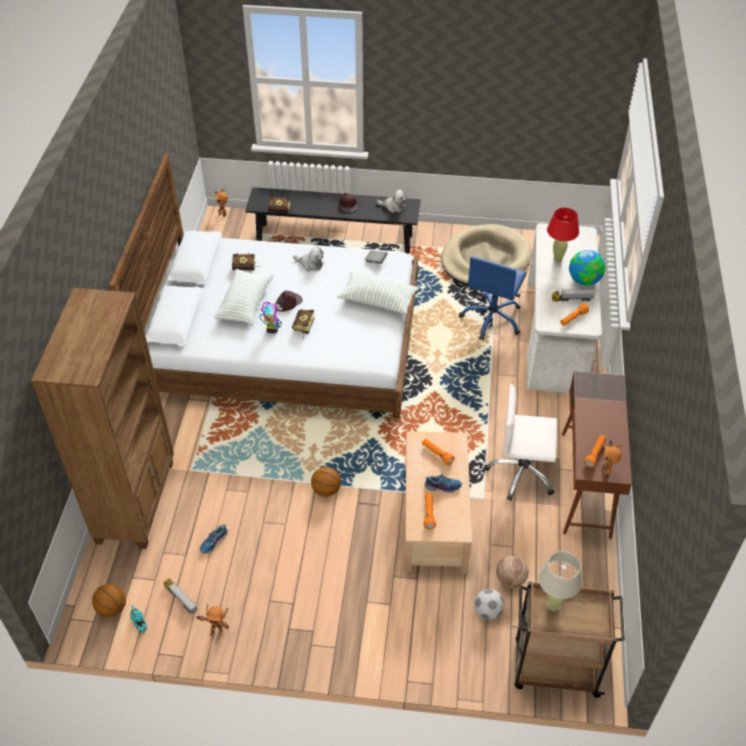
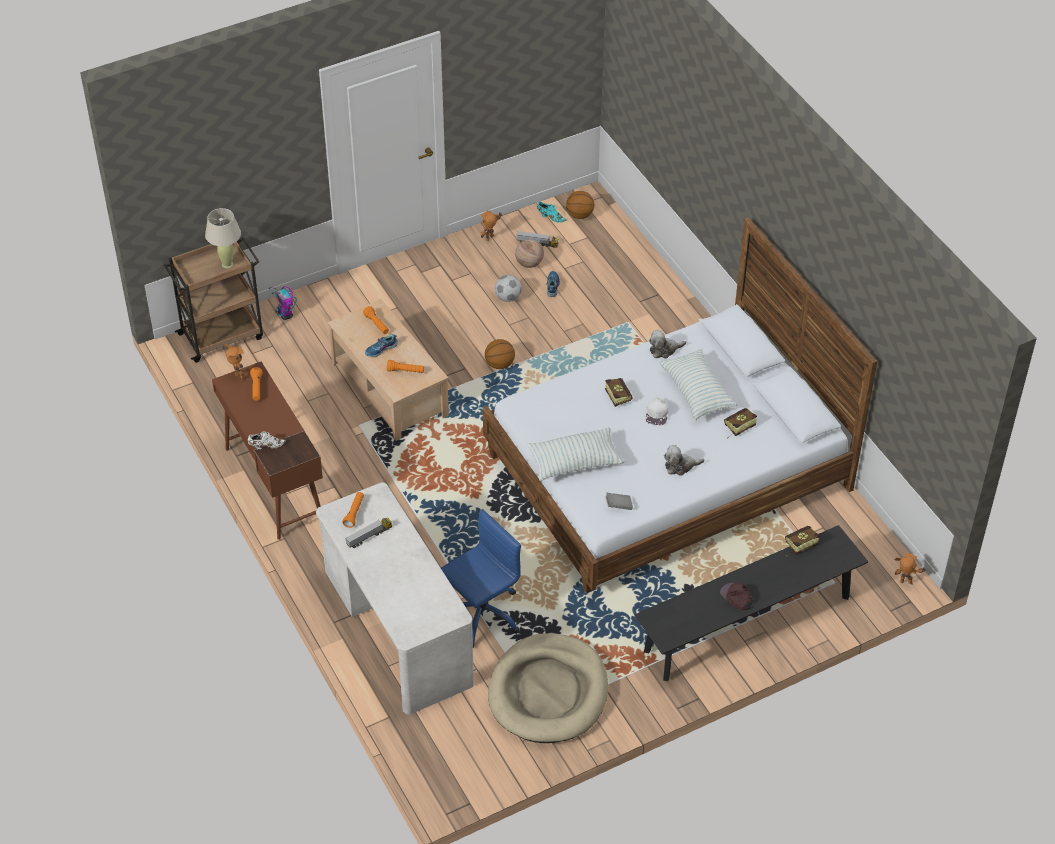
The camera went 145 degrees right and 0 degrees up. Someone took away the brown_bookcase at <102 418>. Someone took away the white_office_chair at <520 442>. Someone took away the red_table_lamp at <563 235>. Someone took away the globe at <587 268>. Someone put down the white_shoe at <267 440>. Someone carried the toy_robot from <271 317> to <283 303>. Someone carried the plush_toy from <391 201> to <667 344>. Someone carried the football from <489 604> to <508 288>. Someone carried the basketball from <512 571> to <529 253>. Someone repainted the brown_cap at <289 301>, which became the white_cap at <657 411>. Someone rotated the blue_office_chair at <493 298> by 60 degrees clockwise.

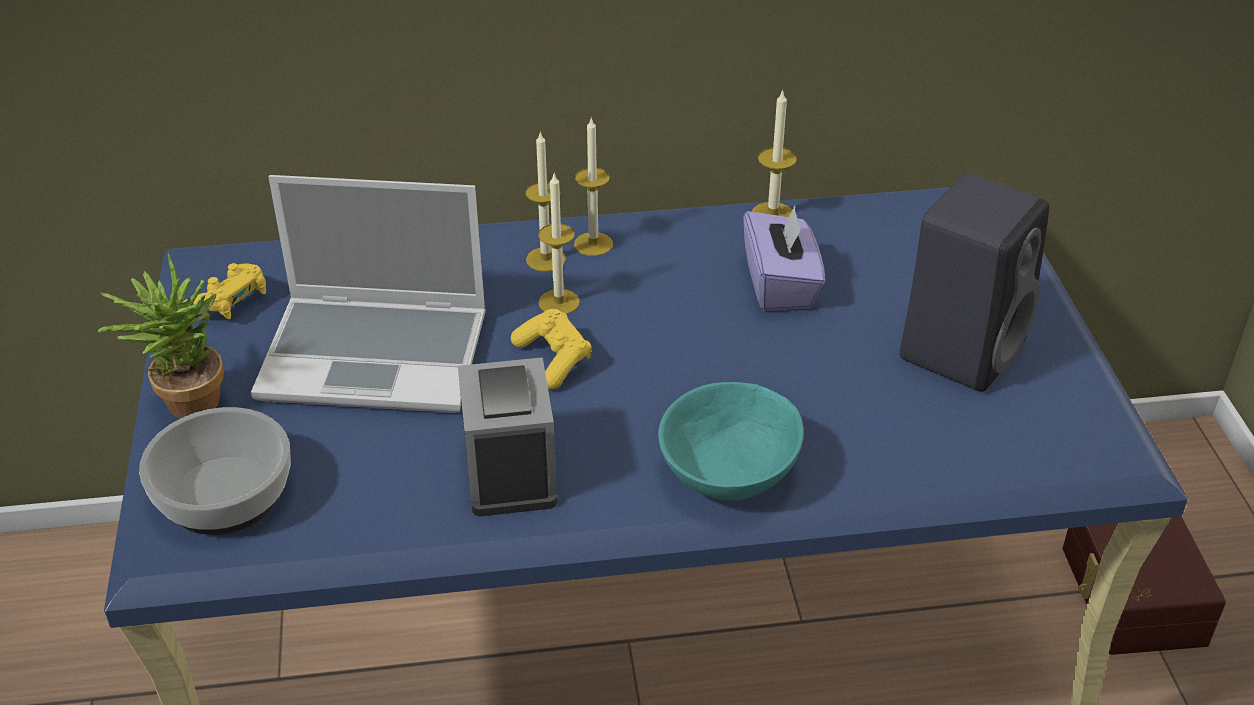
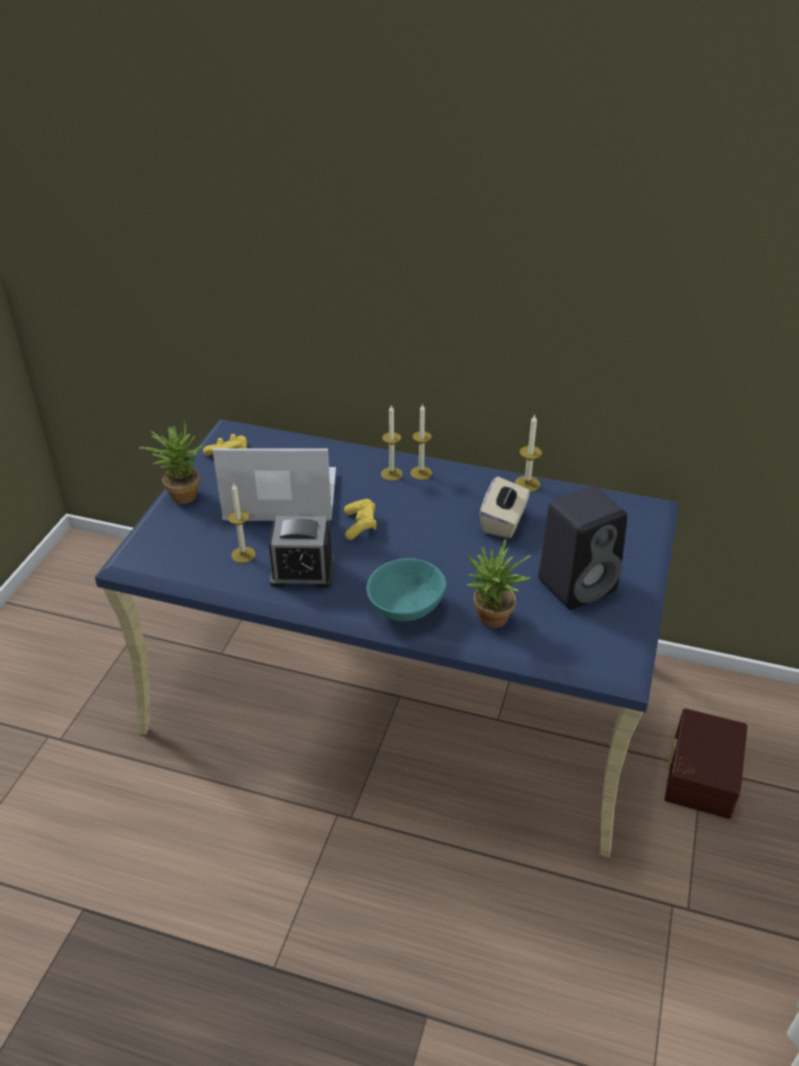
The camera went 25 degrees right and 0 degrees up. Someone took away the bowl at <215 471>. Someone put down the potted_plant at <499 583>. Someone carried the candle from <559 244> to <242 523>. Someone repainted the purple_tissue_box at <784 258>, which became the beige_tissue_box at <505 507>. Someone rotated the laptop at <368 294> by 150 degrees clockwise. Someone rotated the alarm_clock at <508 437> by 75 degrees clockwise.

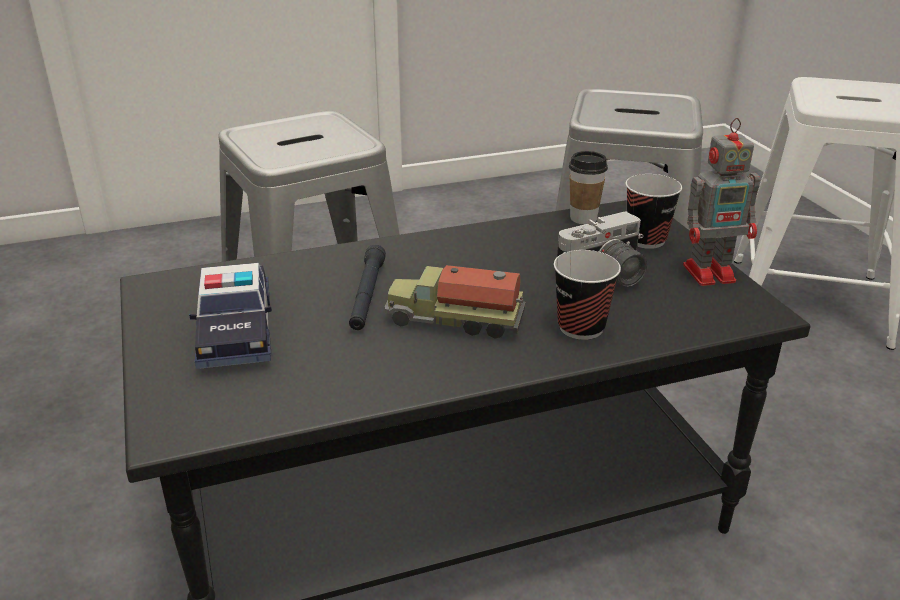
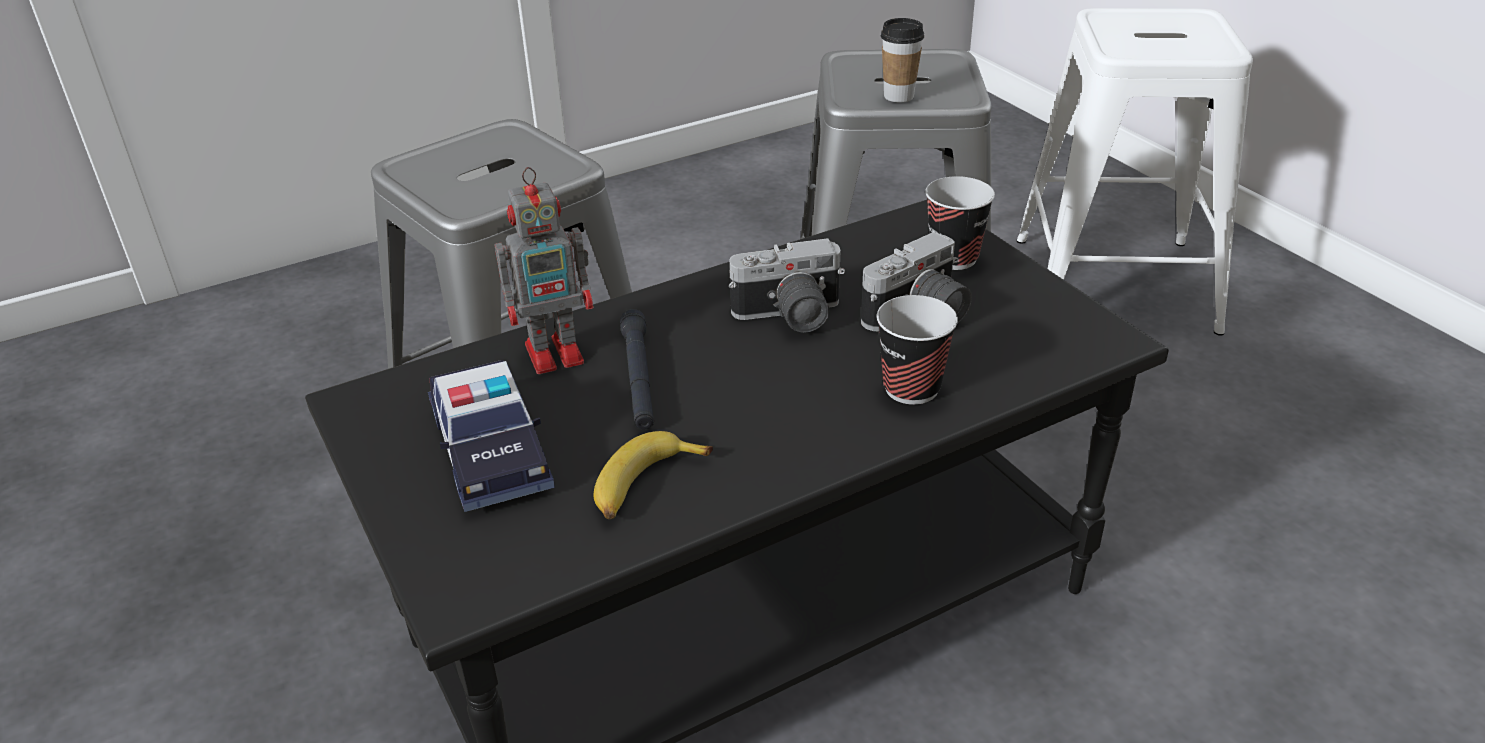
The camera went 10 degrees left and 5 degrees up. Someone took away the toy_truck at <455 302>. Someone put down the banana at <653 475>. Someone put down the photo_camera at <787 285>. Someone carried the cup from <588 187> to <902 60>. Someone carried the toy_robot from <721 202> to <544 270>.

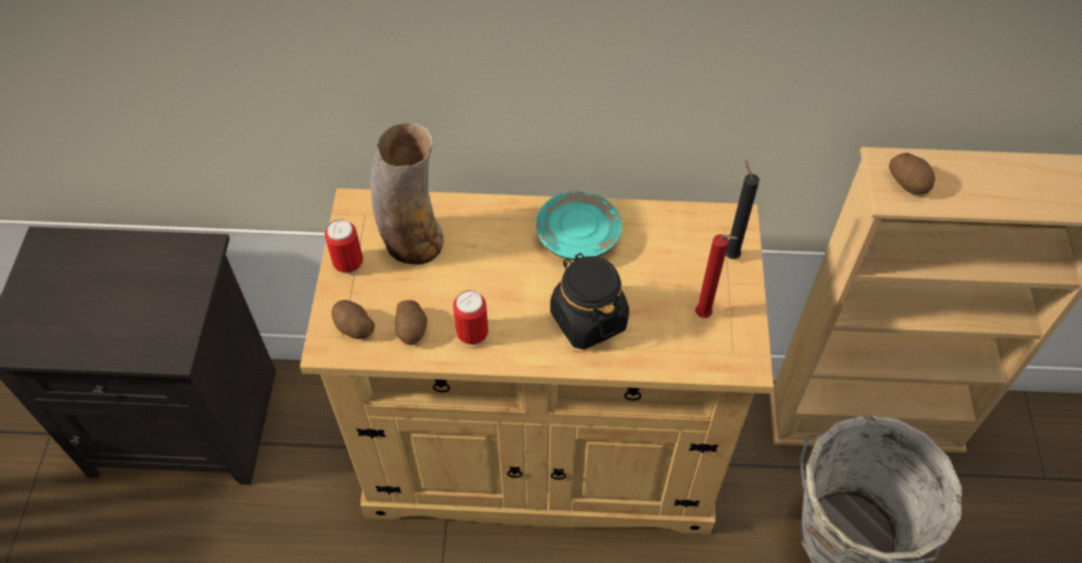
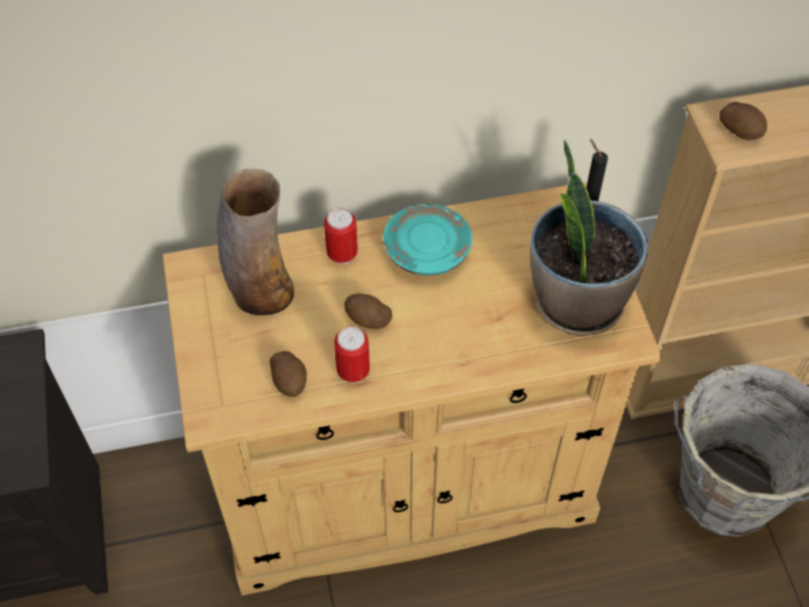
The camera went 15 degrees left and 0 degrees up. Someone took away the black_jar at <589 301>. Someone carried the can from <344 246> to <341 236>. Someone carried the potato from <353 319> to <368 311>. Someone swapped the red_candle at <716 276> for the potted_plant at <589 238>.

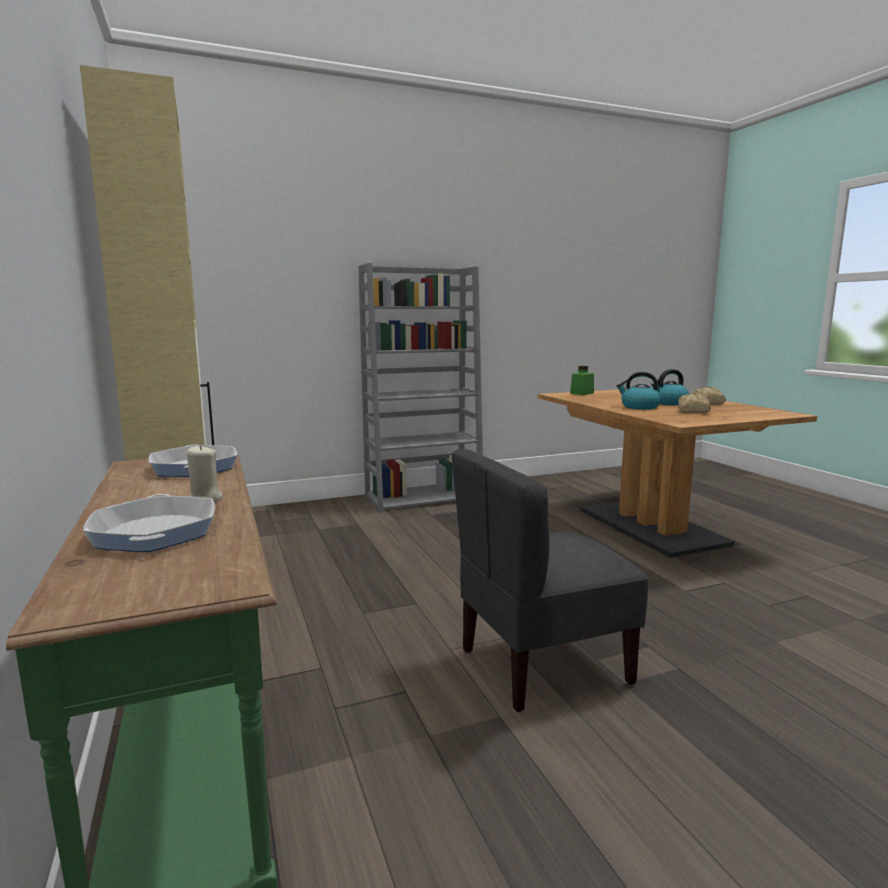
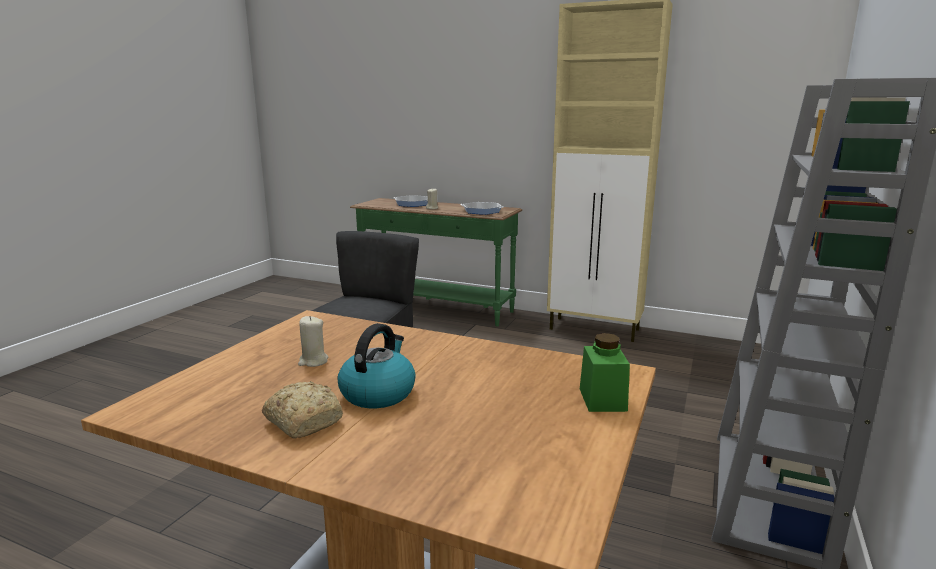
The camera went 135 degrees right and 5 degrees up. Someone took away the kettle at <639 391>. Someone swapped the bread at <694 403> for the beige_candle at <313 341>.

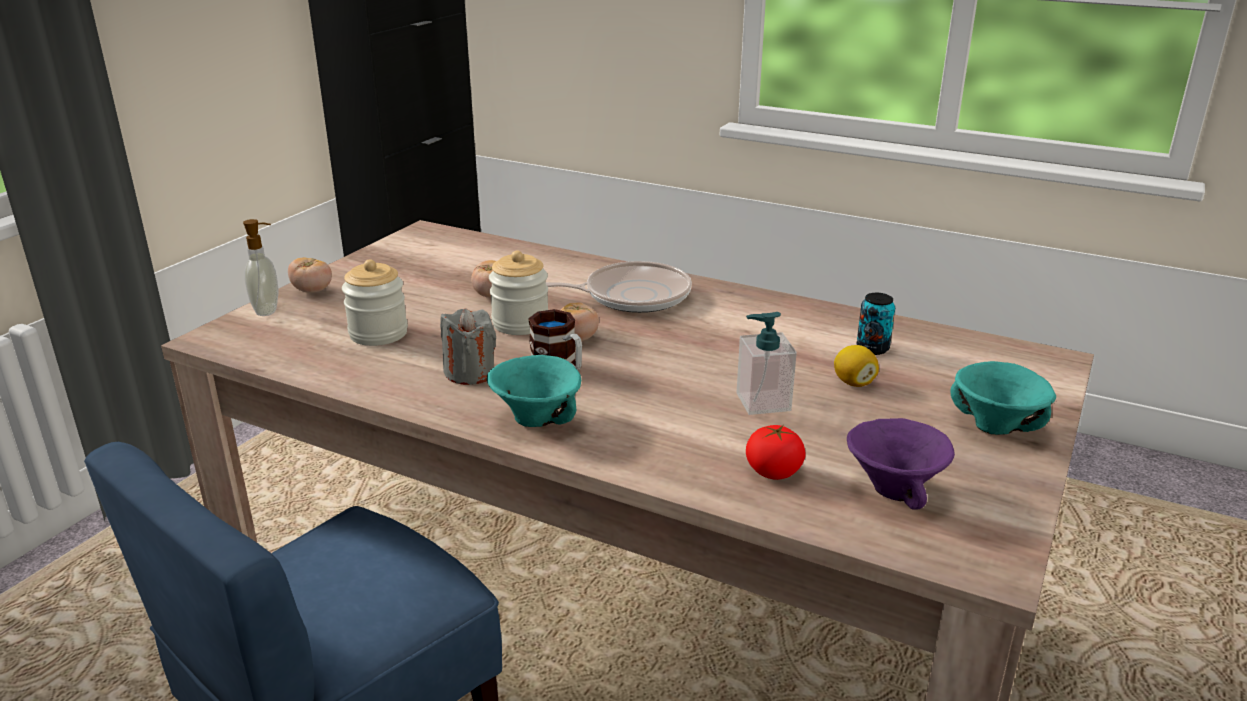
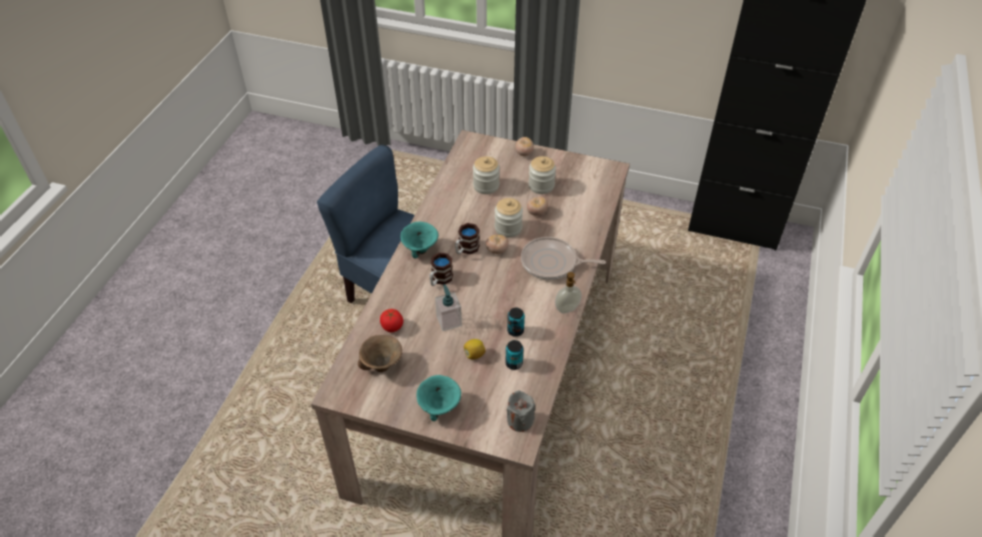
The camera went 80 degrees right and 20 degrees up. Someone put down the mug at <441 269>. Someone put down the can at <516 322>. Someone put down the jar at <542 175>. Someone carried the soap_dispenser from <261 267> to <568 292>. Someone carried the grey_candle from <468 346> to <521 411>. Someone repainted the purple_bowl at <901 464>, which became the brown_bowl at <380 353>. Someone rotated the frying_pan at <619 287> by 120 degrees clockwise.

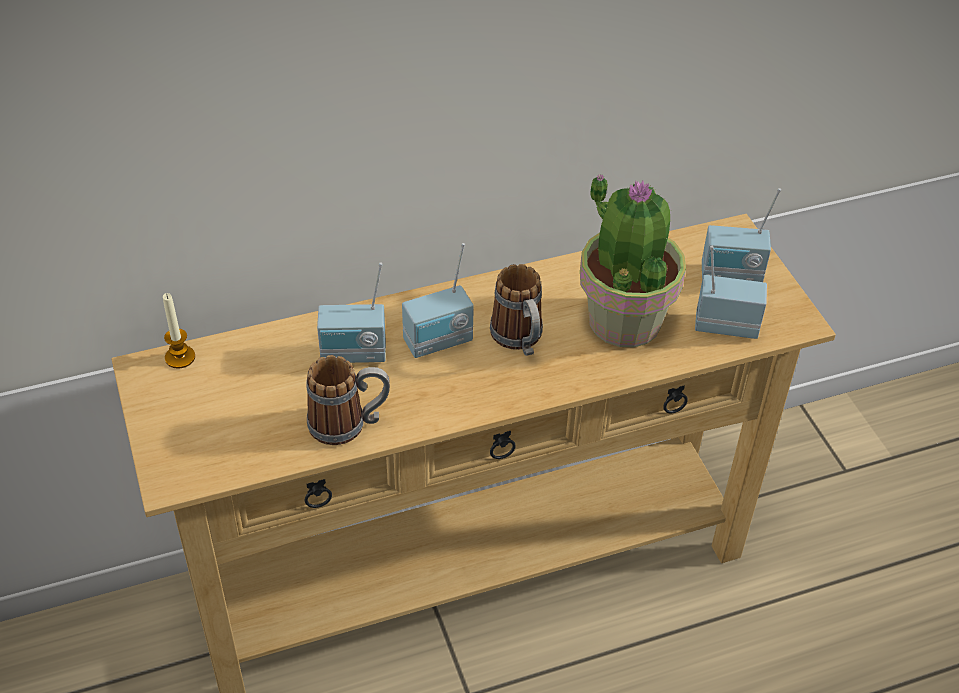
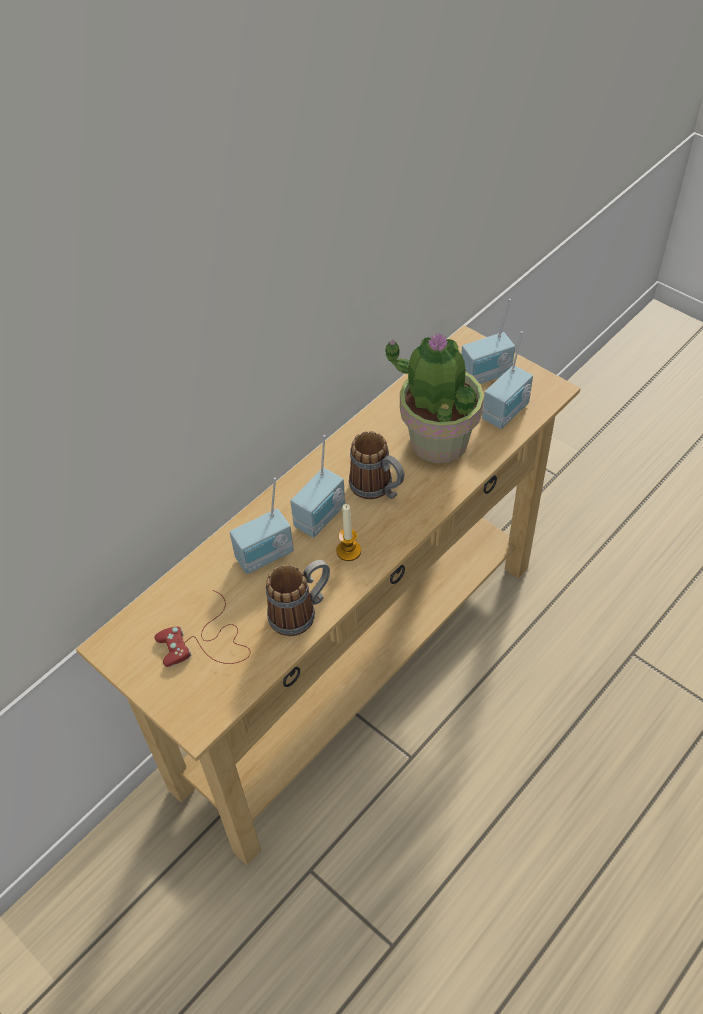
The camera went 25 degrees left and 5 degrees up. Someone put down the red_game_controller at <202 628>. Someone carried the candle from <179 331> to <348 532>. Someone rotated the radio at <731 292> by 150 degrees clockwise.

